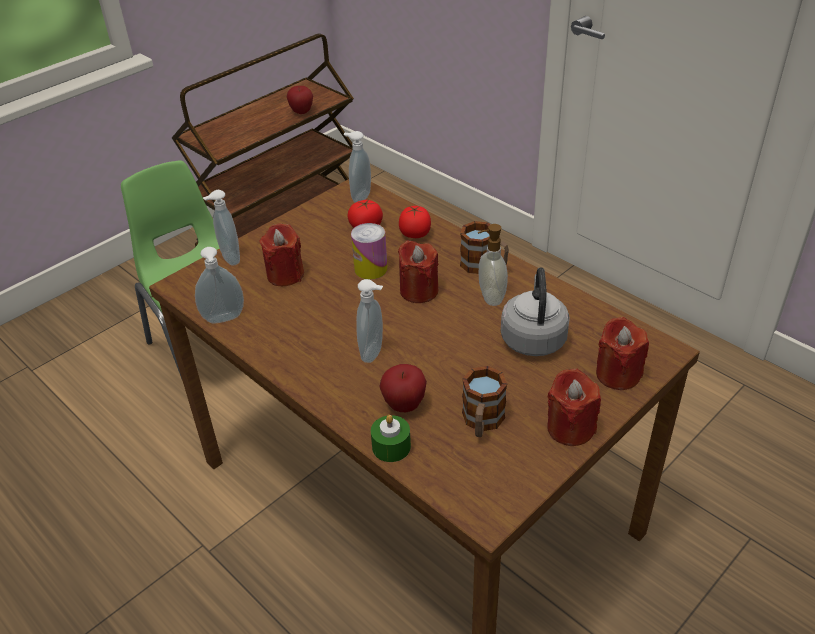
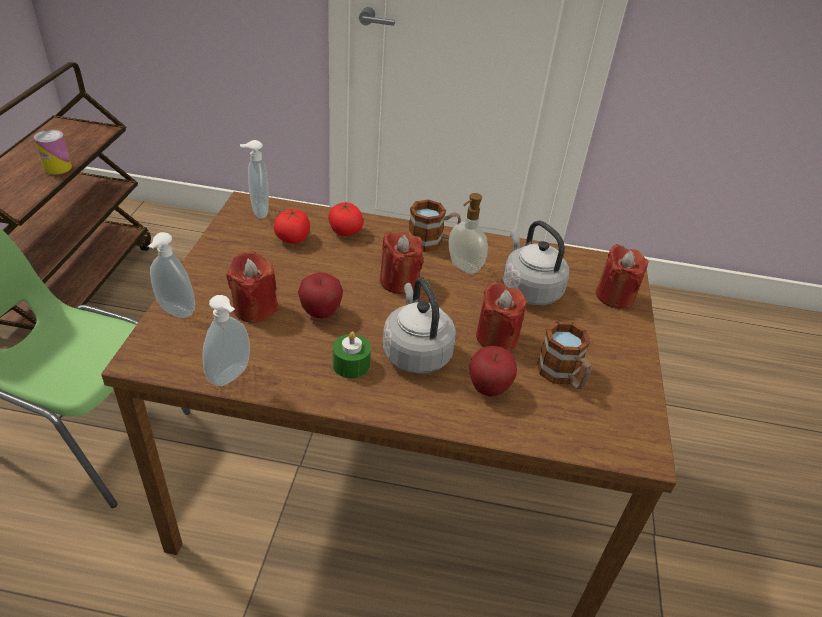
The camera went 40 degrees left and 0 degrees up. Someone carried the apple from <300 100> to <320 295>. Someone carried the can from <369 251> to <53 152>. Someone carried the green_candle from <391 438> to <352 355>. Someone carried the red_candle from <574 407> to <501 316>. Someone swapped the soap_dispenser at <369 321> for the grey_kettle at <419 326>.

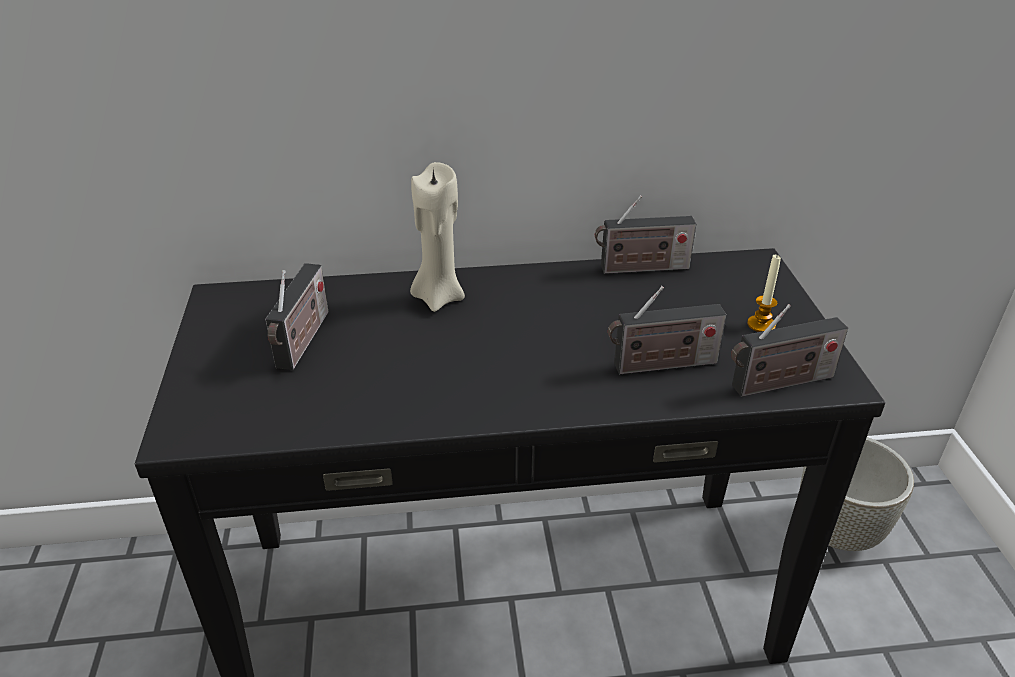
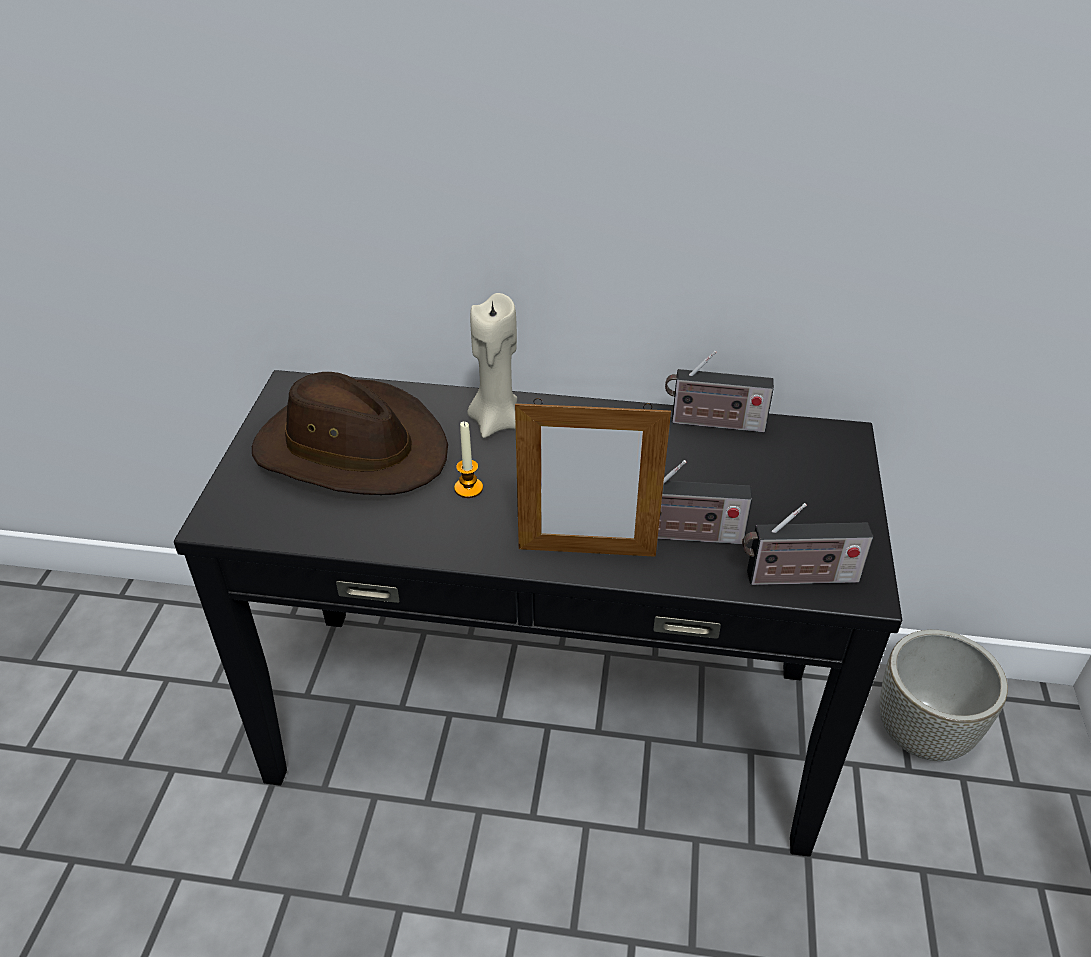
The camera went 15 degrees right and 5 degrees up. Someone put down the picture_frame at <593 477>. Someone carried the candle from <764 293> to <468 459>. Someone swapped the radio at <297 316> for the brown_hat at <350 433>.

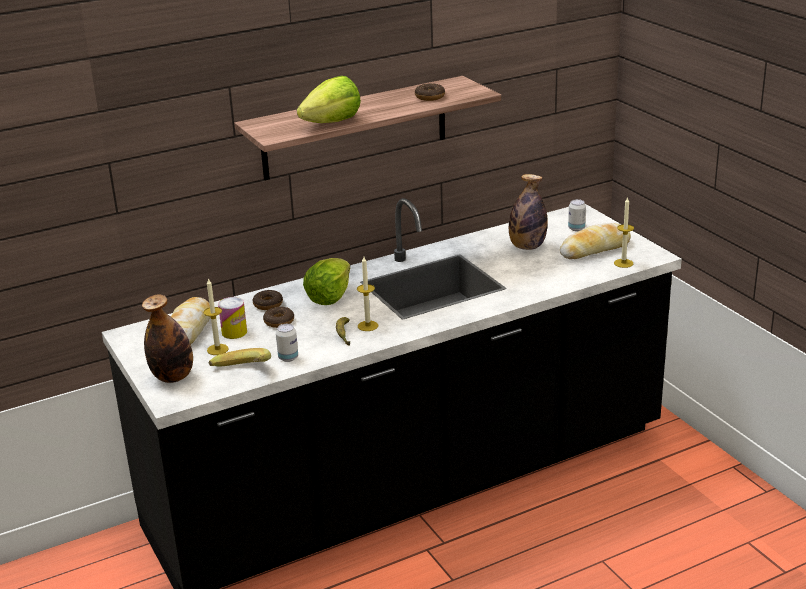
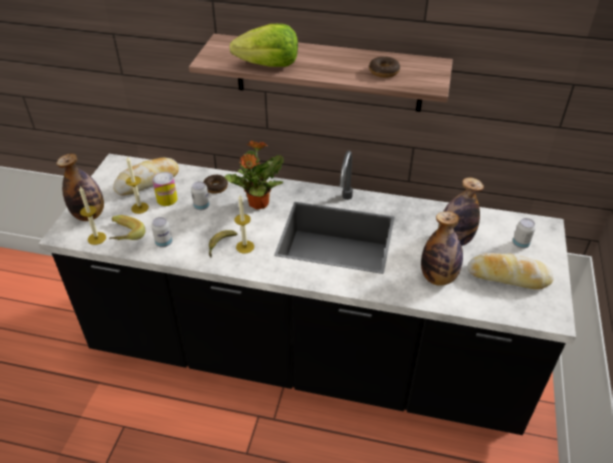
The camera went 40 degrees right and 15 degrees up. Someone put down the bottle at <442 248>. Someone carried the candle from <624 232> to <92 215>. Someone swapped the donut at <278 317> for the can at <200 195>. Someone swapped the lettuce at <326 281> for the potted_plant at <254 174>.

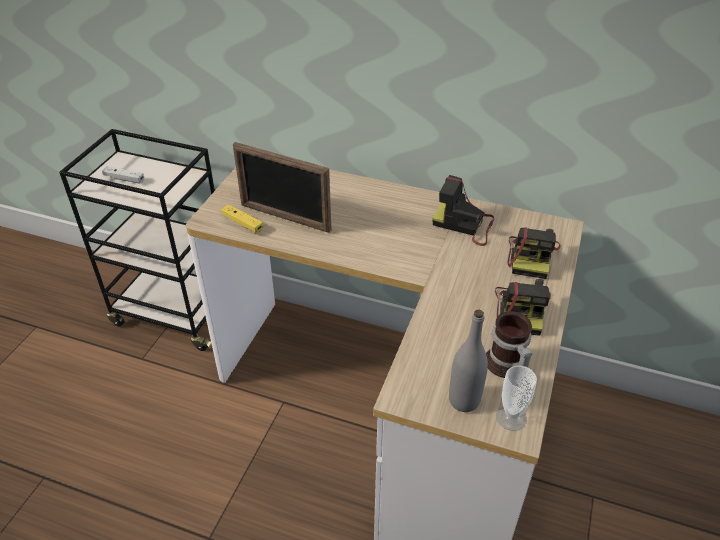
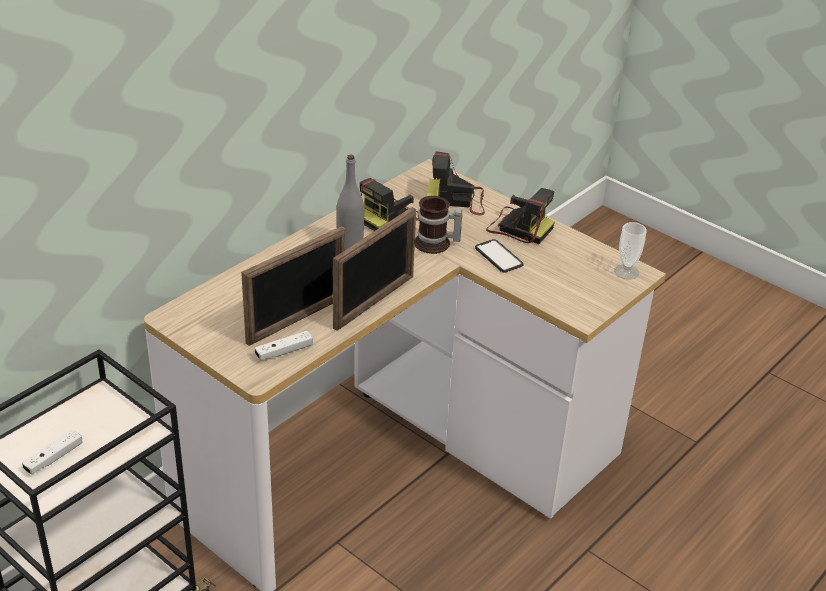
The camera went 70 degrees left and 5 degrees down. Someone put down the picture_frame at <374 269>. Someone put down the phone at <499 256>. Someone carried the grey_bottle from <468 361> to <350 202>. Someone carried the mug from <509 344> to <438 225>. Someone repainted the yellow_game_controller at <242 219>, which became the white_game_controller at <284 345>. Someone rotated the photo_camera at <534 253> by 150 degrees clockwise.

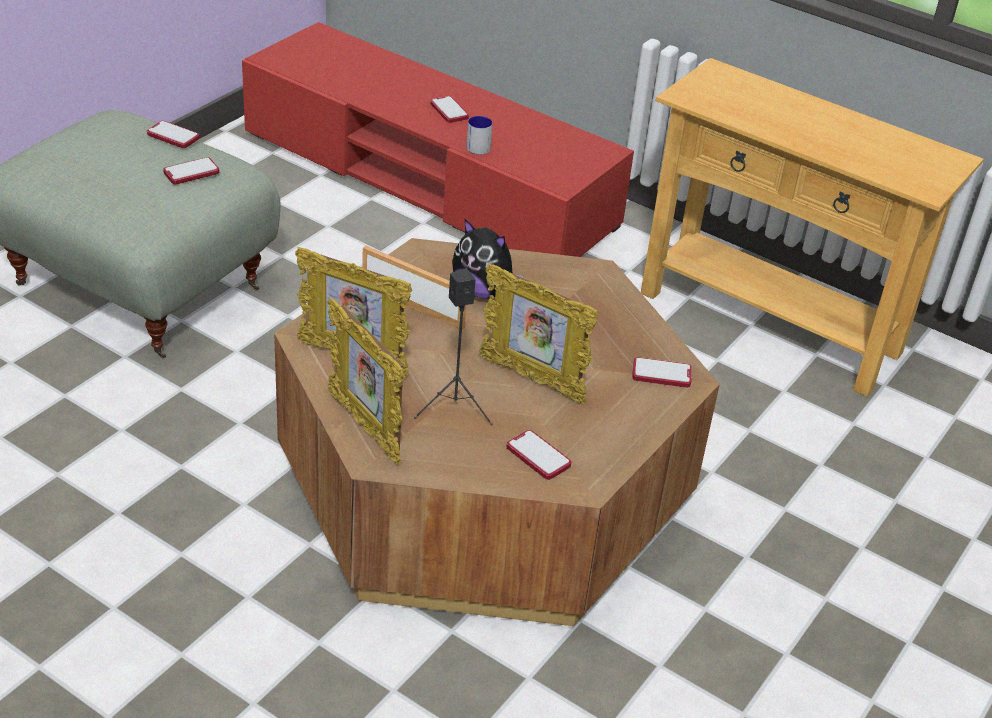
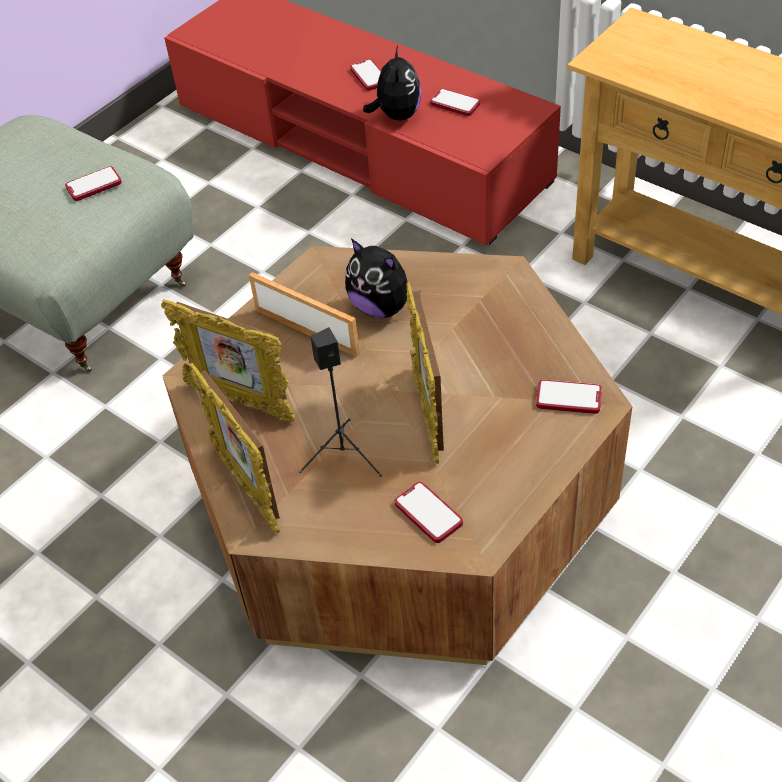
The camera went 10 degrees right and 10 degrees up. Someone carried the phone from <173 134> to <455 102>. Someone swapped the mug at <479 135> for the plush_toy at <392 83>. Someone rotated the picture_frame at <539 333> by 45 degrees clockwise.

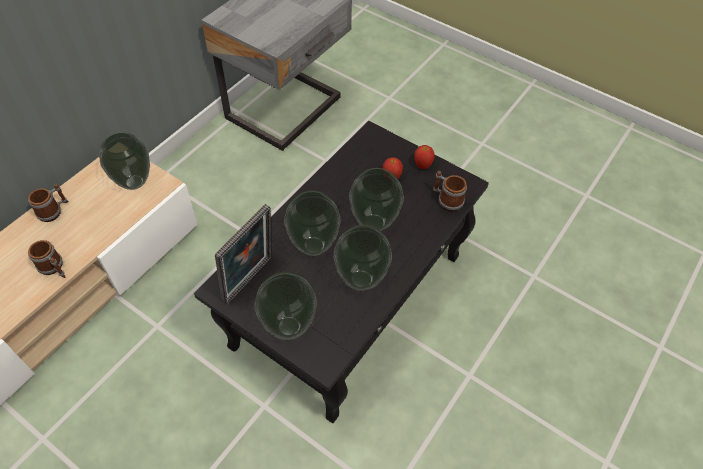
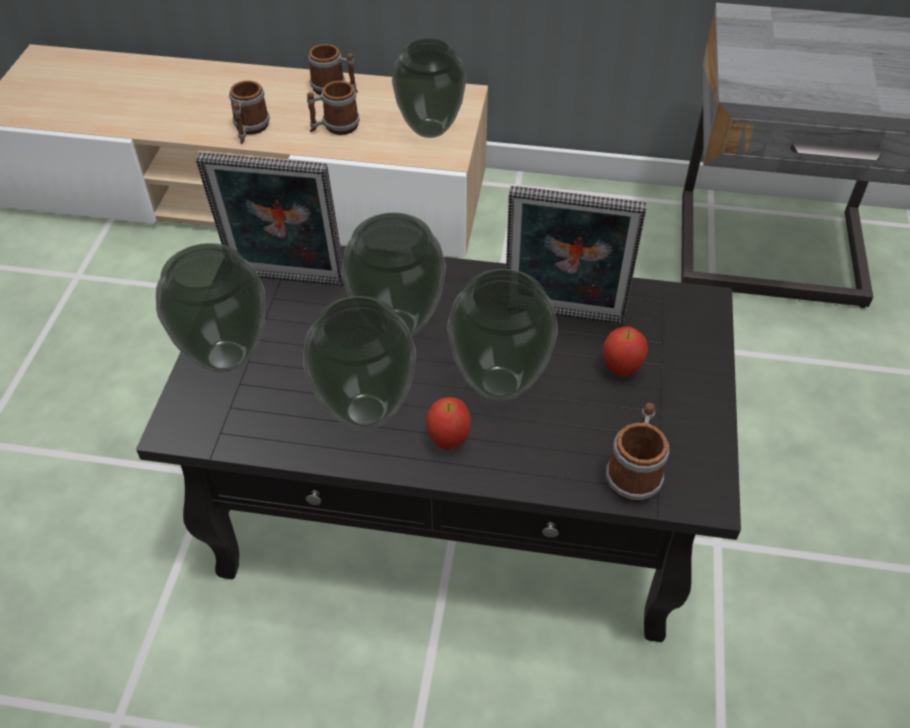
The camera went 65 degrees right and 5 degrees down. Someone put down the mug at <333 108>. Someone put down the picture_frame at <576 255>. Someone carried the apple from <425 157> to <448 423>.

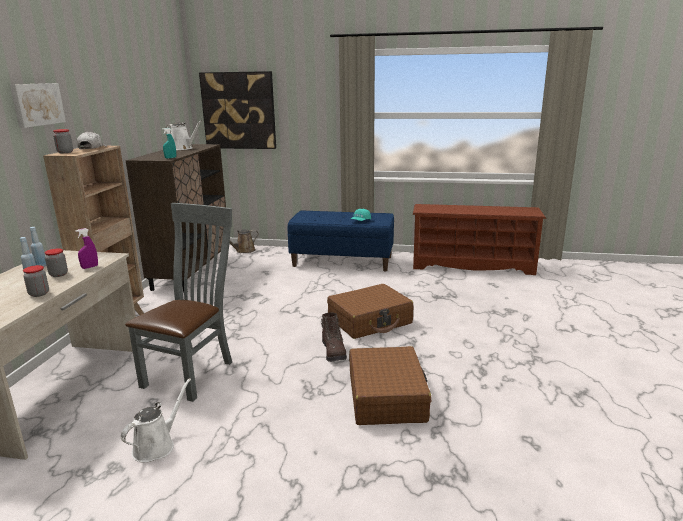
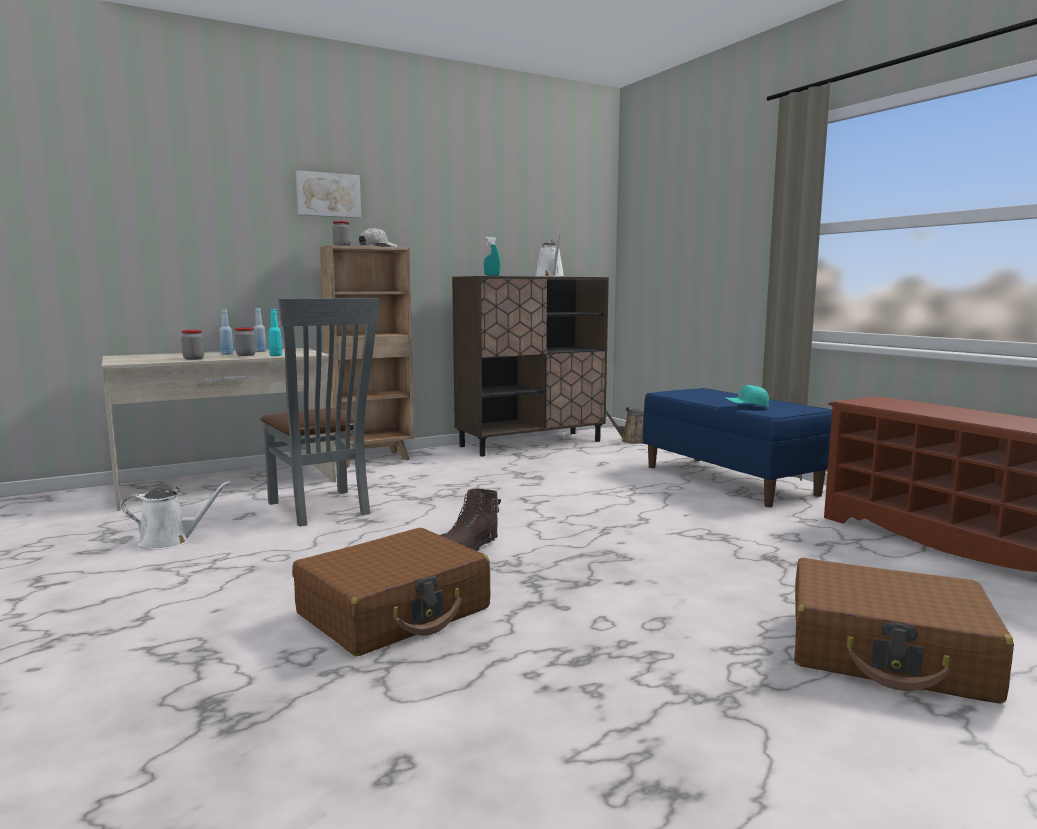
The camera went 50 degrees right and 10 degrees down. Someone took away the picture at <237 110>. Someone carried the brown_suitcase from <370 311> to <904 631>. Someone swapped the purple_spray_bottle at <86 248> for the turquoise_bottle at <275 332>. Someone rotated the grey_chair at <178 302> by 75 degrees clockwise.

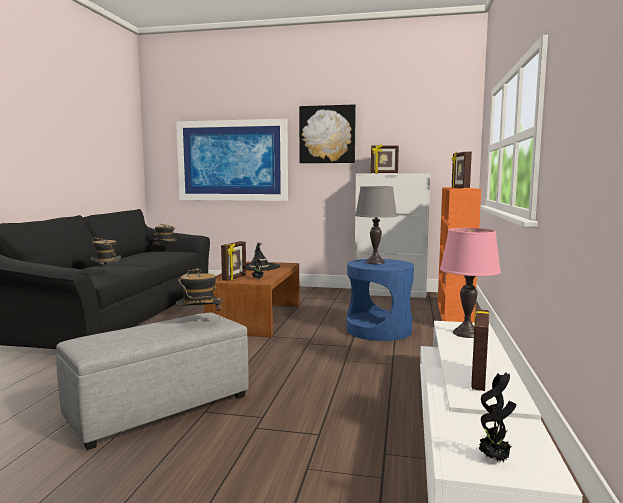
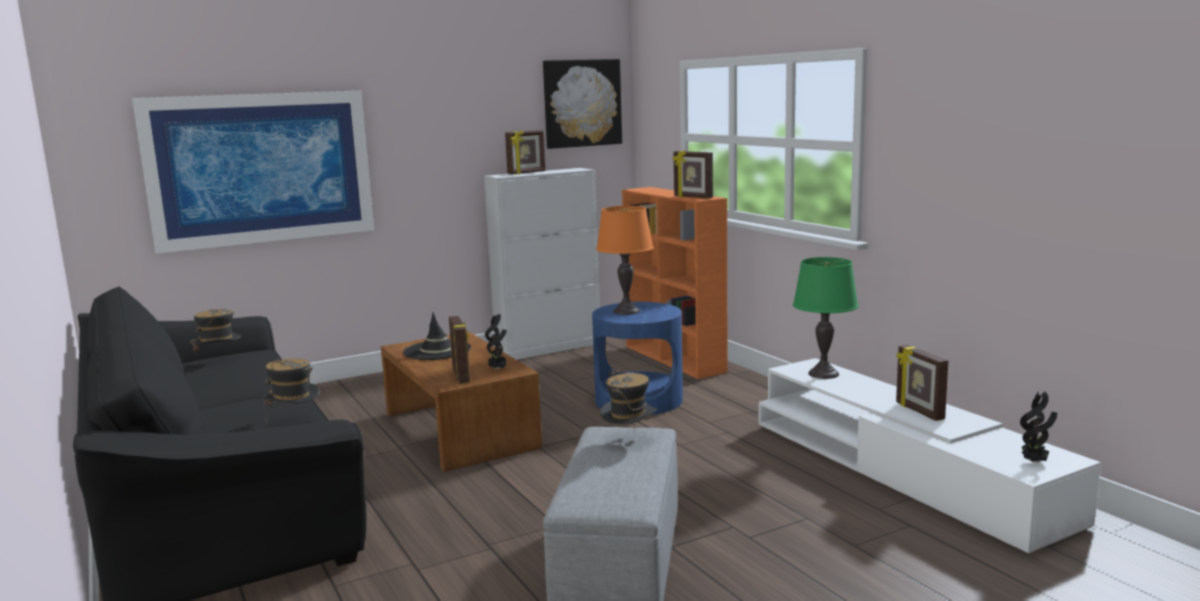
The camera went 40 degrees left and 5 degrees up. Someone carried the picture from <327 134> to <582 104>. Someone repainted the grey_table_lamp at <376 225>, which became the orange_table_lamp at <625 260>. Someone repainted the pink_table_lamp at <470 283>, which became the green_table_lamp at <826 318>.

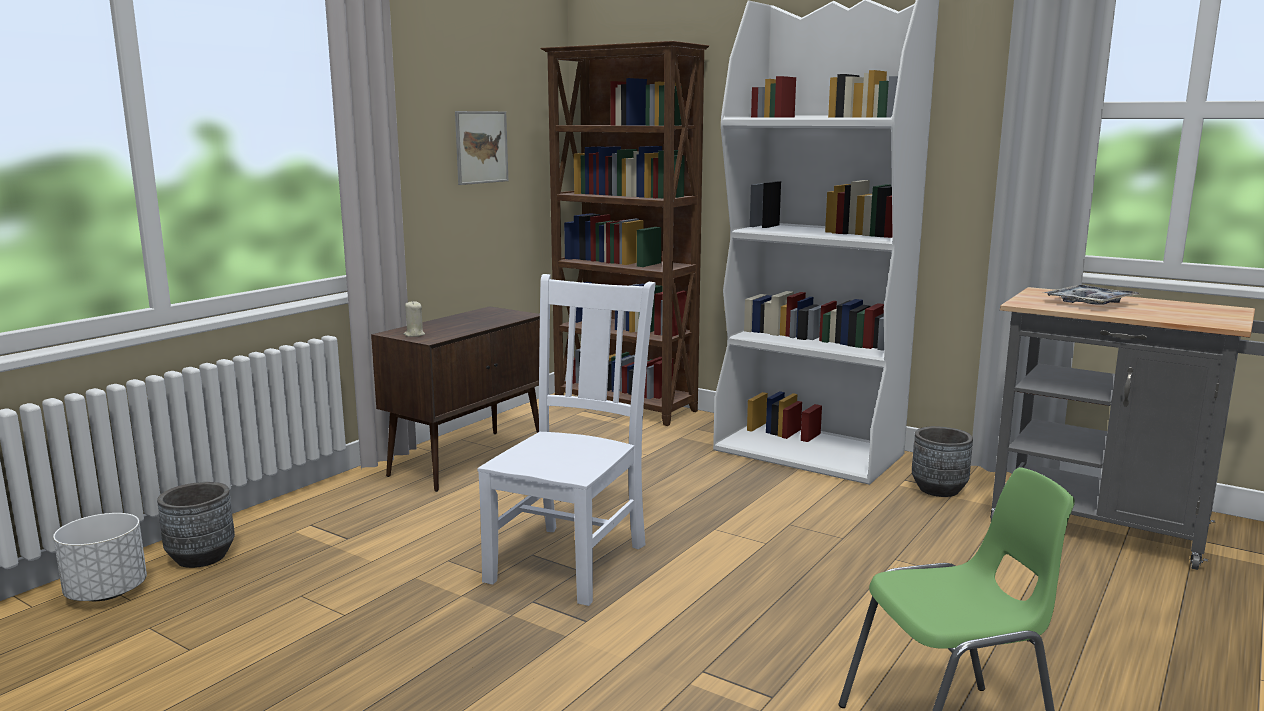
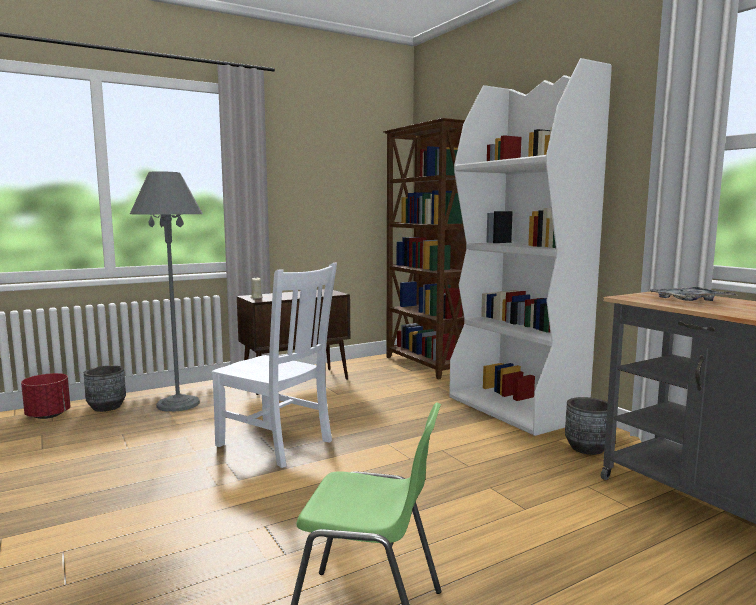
The camera went 25 degrees right and 5 degrees down. Someone took away the picture at <481 148>. Someone put down the grey_floor_lamp at <166 291>. Someone repainted the white_planter at <100 557>, which became the red_planter at <46 396>. Someone rotated the white_chair at <567 440> by 75 degrees clockwise.

